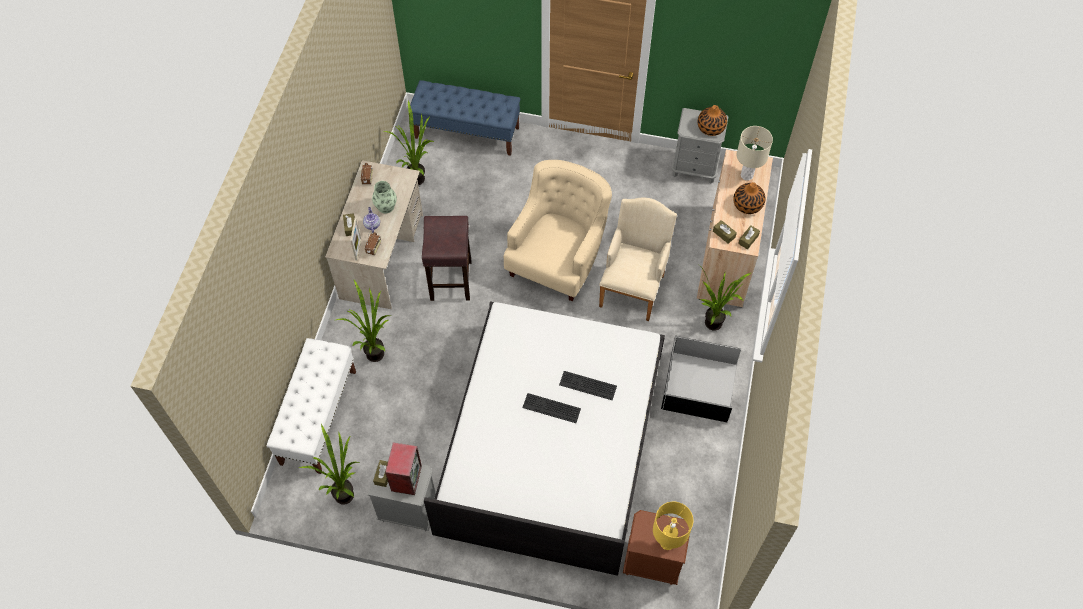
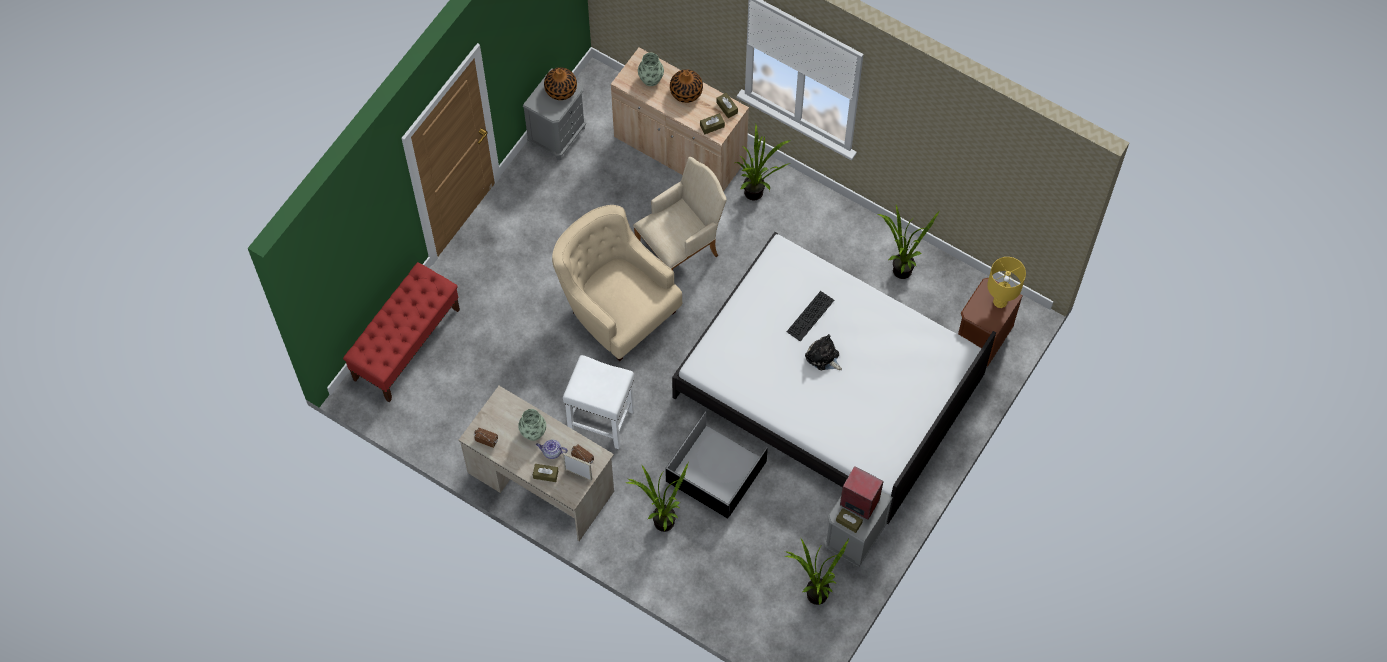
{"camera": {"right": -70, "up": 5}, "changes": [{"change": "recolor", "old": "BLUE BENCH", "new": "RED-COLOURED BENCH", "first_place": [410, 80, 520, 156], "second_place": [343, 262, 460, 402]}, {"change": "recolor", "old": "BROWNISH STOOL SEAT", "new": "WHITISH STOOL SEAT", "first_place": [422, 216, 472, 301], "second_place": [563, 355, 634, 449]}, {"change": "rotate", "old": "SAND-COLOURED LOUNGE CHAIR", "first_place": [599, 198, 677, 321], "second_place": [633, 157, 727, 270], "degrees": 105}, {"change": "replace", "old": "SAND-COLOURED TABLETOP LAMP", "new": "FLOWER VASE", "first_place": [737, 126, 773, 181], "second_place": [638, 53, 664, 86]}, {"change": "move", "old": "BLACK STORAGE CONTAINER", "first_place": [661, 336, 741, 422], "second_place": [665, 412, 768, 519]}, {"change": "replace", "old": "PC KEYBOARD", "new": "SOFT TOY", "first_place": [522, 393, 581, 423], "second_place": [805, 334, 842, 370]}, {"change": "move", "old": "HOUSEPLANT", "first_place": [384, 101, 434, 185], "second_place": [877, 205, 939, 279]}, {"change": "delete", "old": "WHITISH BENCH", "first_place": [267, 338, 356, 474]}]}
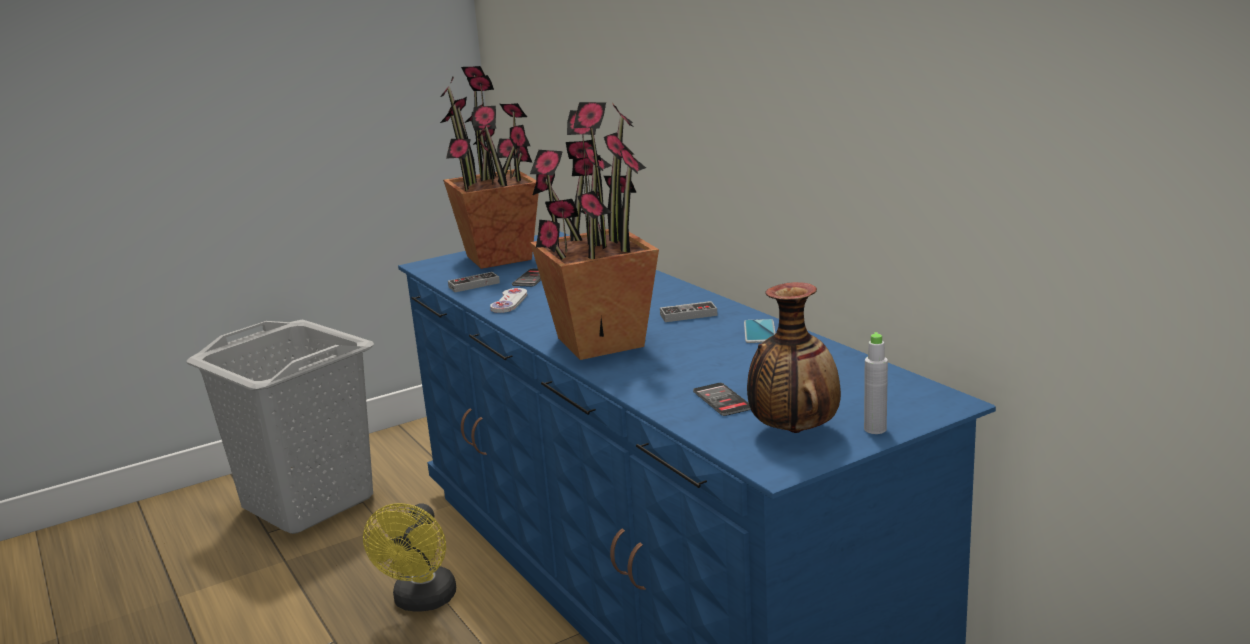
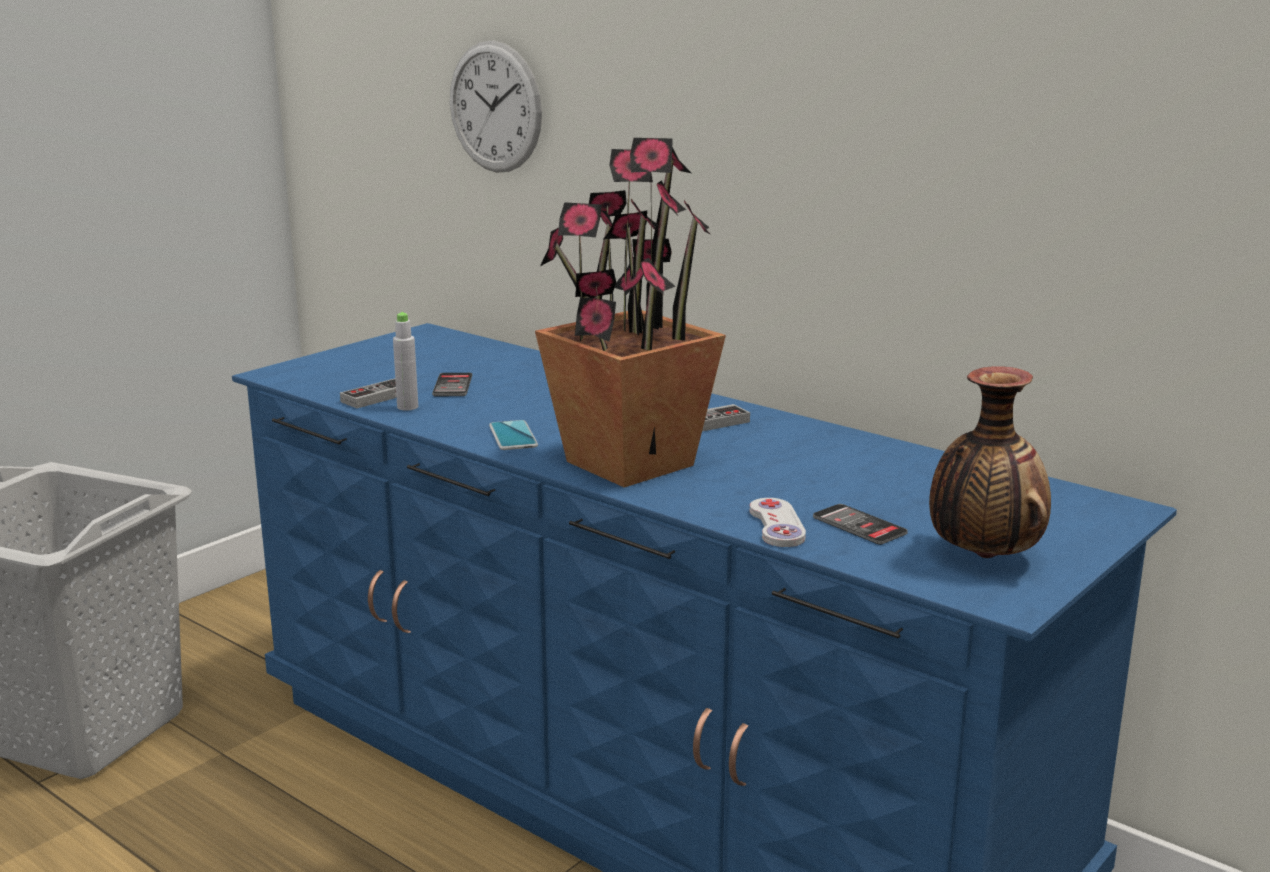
{"camera": {"right": -20, "up": 0}, "changes": [{"change": "move", "old": "GREY DRINK BOTTLE", "first_place": [864, 332, 888, 434], "second_place": [393, 312, 418, 411]}, {"change": "insert", "new": "CLOCK ON THE WALL", "second_place": [450, 40, 542, 173]}, {"change": "move", "old": "PHONE", "first_place": [744, 319, 776, 343], "second_place": [489, 420, 538, 450]}, {"change": "move", "old": "WHITISH GAMEPAD", "first_place": [490, 288, 527, 313], "second_place": [750, 498, 806, 547]}, {"change": "delete", "old": "YELLOW-COLOURED COOLING FAN", "first_place": [363, 503, 456, 612]}, {"change": "delete", "old": "HOUSEPLANT", "first_place": [440, 66, 539, 269]}]}
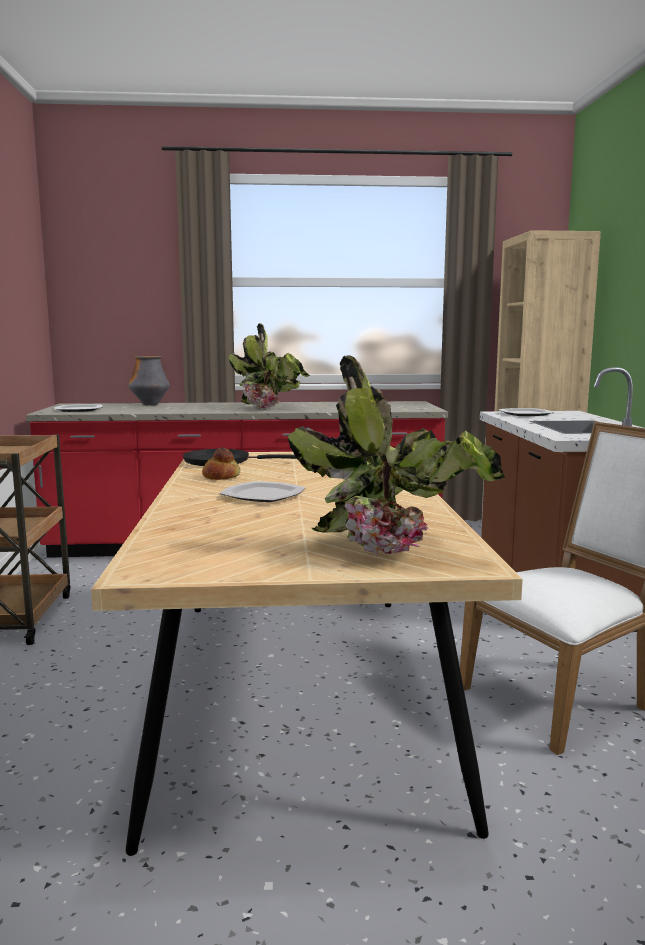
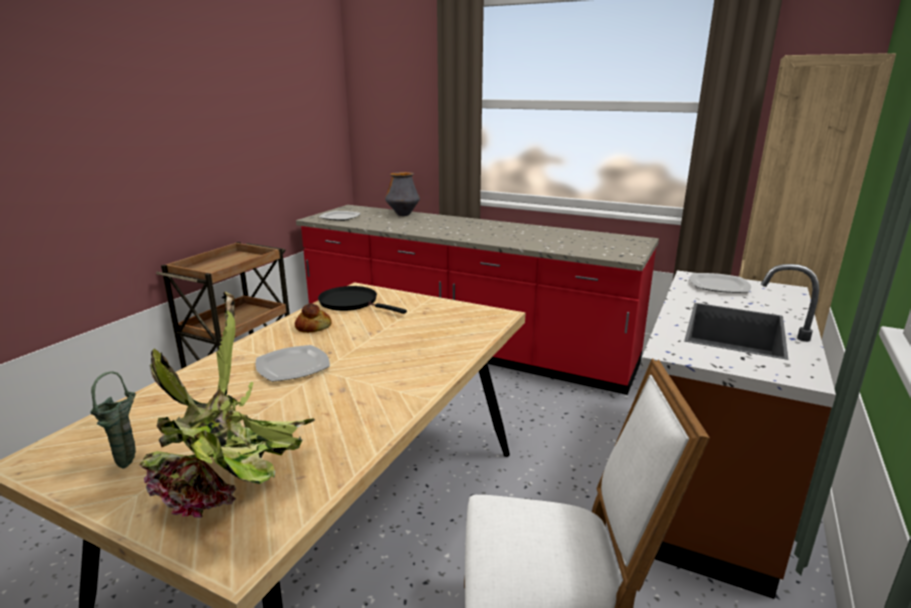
{"camera": {"right": 30, "up": 10}, "changes": [{"change": "insert", "new": "GREEN-COLOURED FLOWER VASE", "second_place": [90, 371, 136, 469]}, {"change": "delete", "old": "HOUSEPLANT", "first_place": [228, 323, 310, 409]}]}
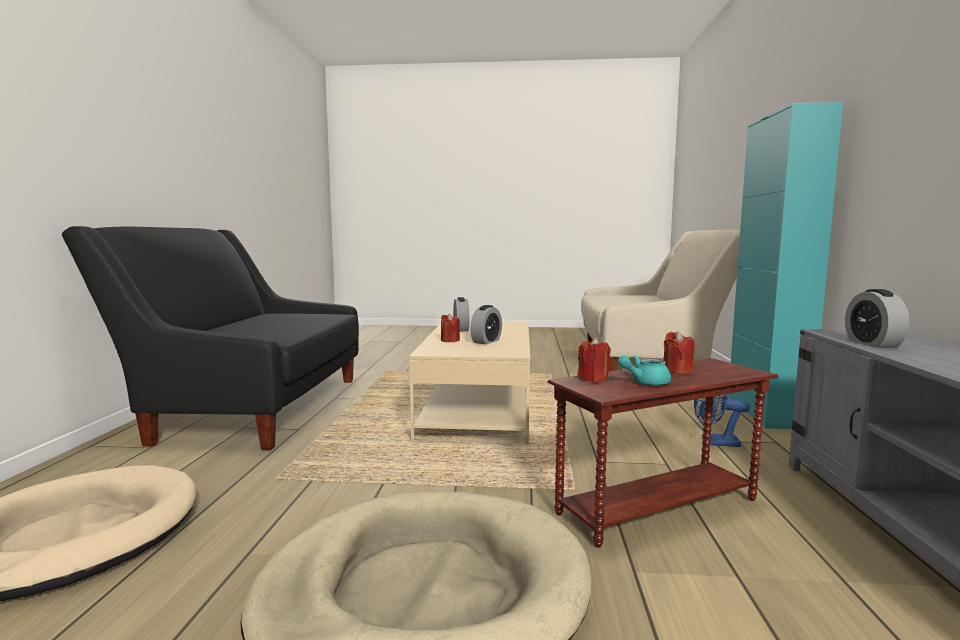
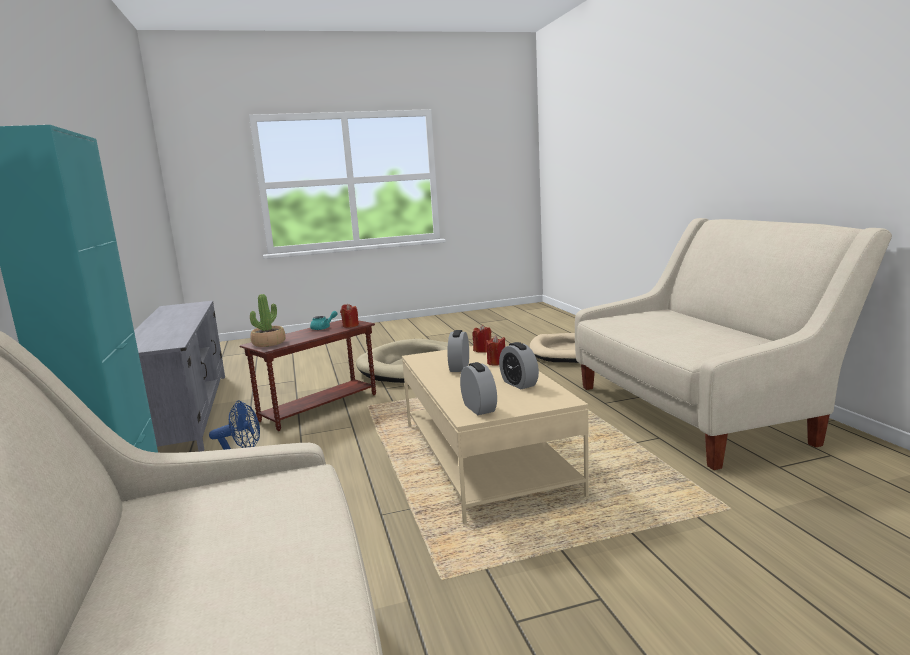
{"camera": {"right": 160, "up": 5}, "changes": [{"change": "insert", "new": "HOUSEPLANT", "second_place": [250, 294, 286, 347]}, {"change": "move", "old": "BEDSIDE CLOCK", "first_place": [845, 289, 909, 348], "second_place": [460, 362, 497, 415]}, {"change": "move", "old": "RED-COLOURED WAX LIGHT", "first_place": [664, 331, 695, 374], "second_place": [473, 325, 492, 353]}, {"change": "recolor", "old": "BLACK SOFA", "new": "SAND-COLOURED SOFA", "first_place": [62, 226, 359, 450], "second_place": [575, 218, 892, 470]}]}
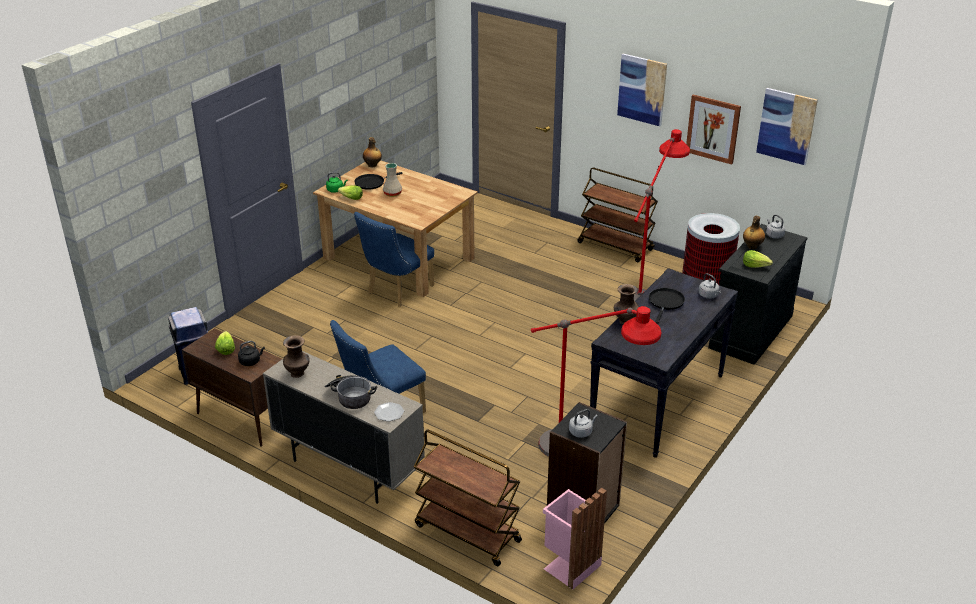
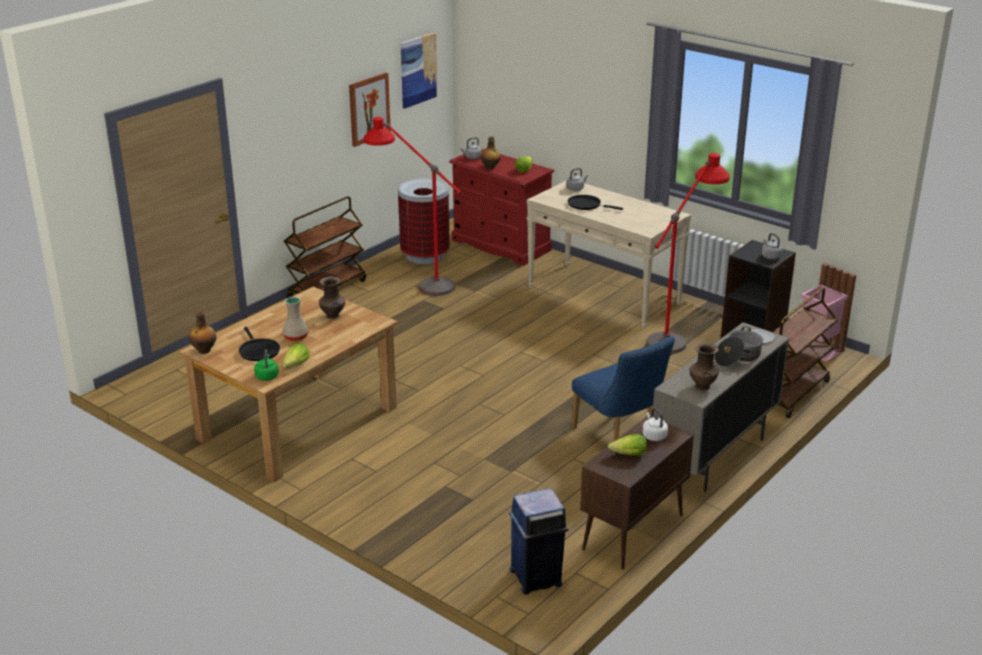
{"camera": {"right": -85, "up": -5}, "changes": [{"change": "move", "old": "BROWNISH FLOWER VASE", "first_place": [614, 284, 638, 324], "second_place": [319, 276, 345, 319]}, {"change": "recolor", "old": "BLACK DRESSER", "new": "RED-COLOURED DRESSER", "first_place": [708, 224, 808, 365], "second_place": [449, 149, 554, 266]}, {"change": "recolor", "old": "BLACK NARROW TABLE", "new": "SAND-COLOURED NARROW TABLE", "first_place": [590, 268, 738, 458], "second_place": [527, 180, 691, 329]}, {"change": "recolor", "old": "BLACK KETTLE", "new": "WHITISH KETTLE", "first_place": [238, 341, 265, 366], "second_place": [642, 408, 668, 441]}, {"change": "delete", "old": "BLUE UPRIGHT CHAIR", "first_place": [354, 212, 434, 307]}, {"change": "delete", "old": "WALL PICTURE", "first_place": [617, 54, 667, 126]}]}
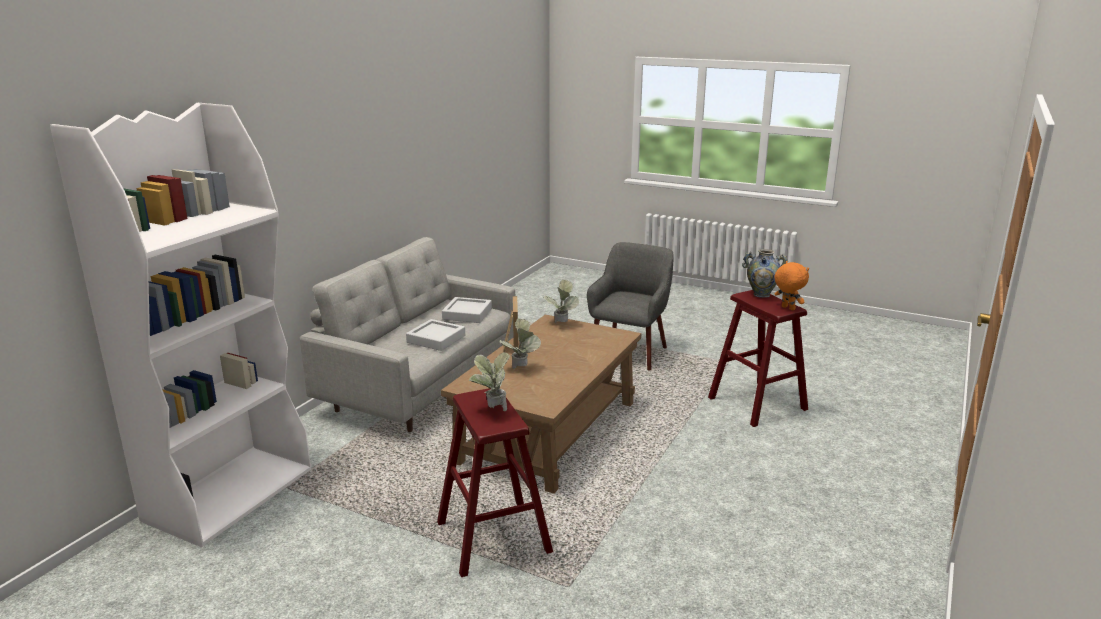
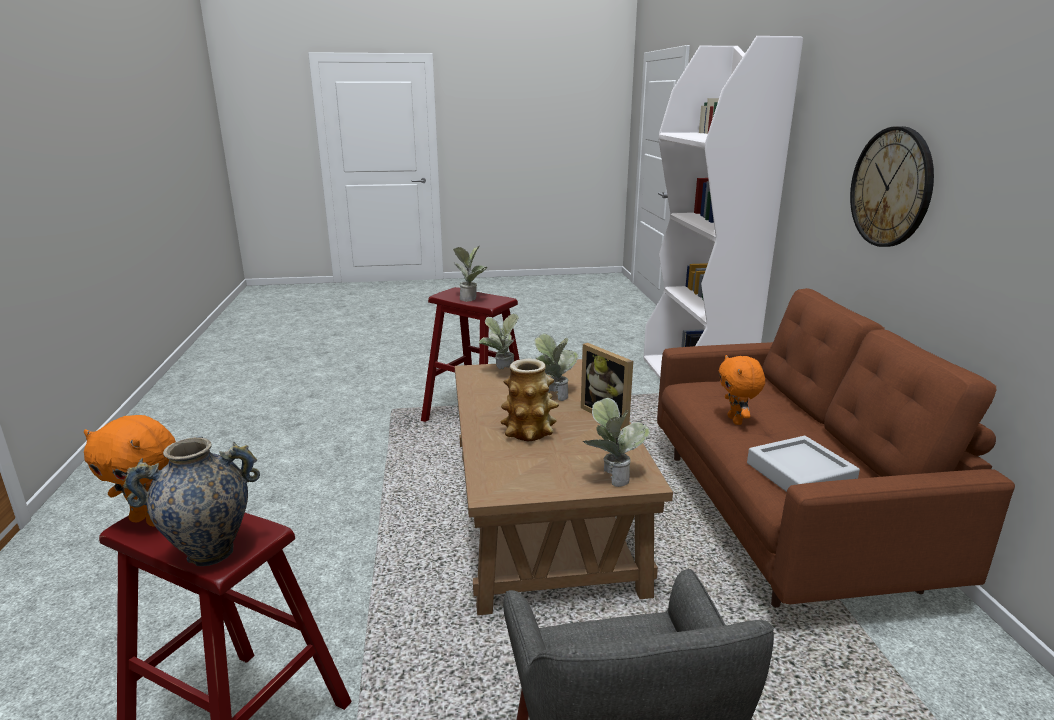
{"camera": {"right": 145, "up": 0}, "changes": [{"change": "insert", "new": "HOUSEPLANT", "second_place": [479, 314, 519, 370]}, {"change": "insert", "new": "FLOWER VASE", "second_place": [501, 359, 559, 441]}, {"change": "recolor", "old": "GREY SOFA", "new": "BROWNISH SOFA", "first_place": [300, 237, 515, 432], "second_place": [657, 288, 1015, 608]}, {"change": "replace", "old": "GREY CARRYING TRAY", "new": "ORANGE-COLOURED SOFT TOY", "first_place": [406, 319, 465, 351], "second_place": [719, 355, 765, 425]}, {"change": "insert", "new": "CLOCK ON THE WALL", "second_place": [850, 126, 934, 247]}]}
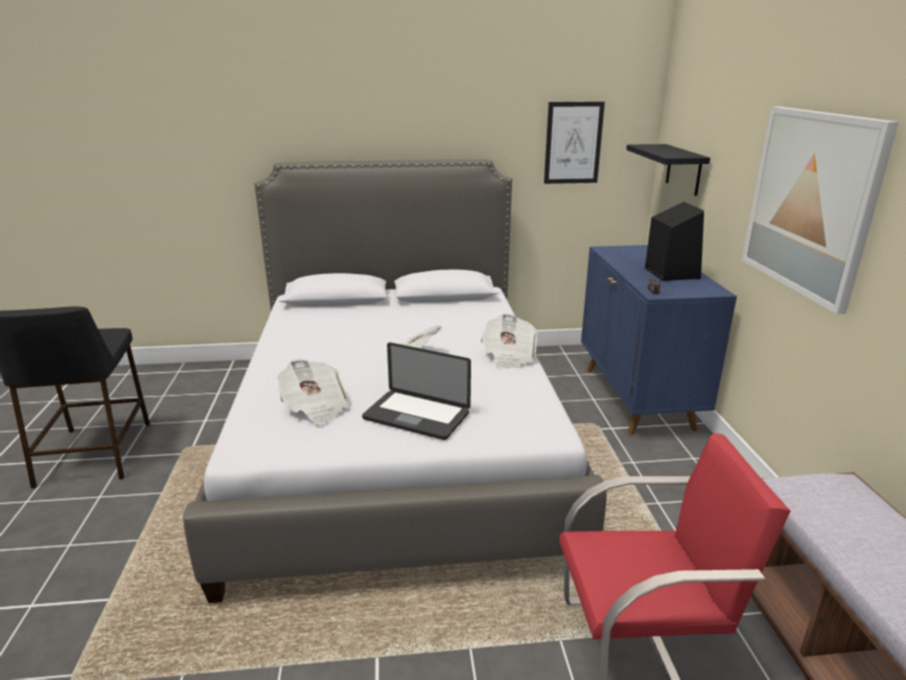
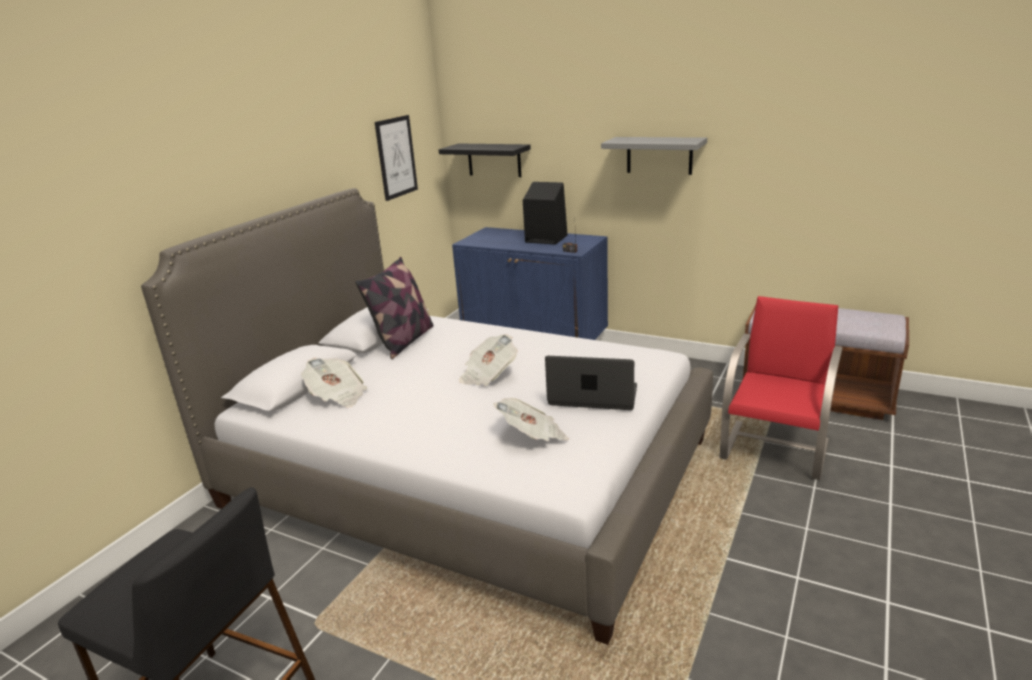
{"camera": {"right": -55, "up": 0}, "changes": [{"change": "move", "old": "NEWSPAPER", "first_place": [481, 314, 538, 369], "second_place": [301, 358, 367, 408]}, {"change": "insert", "new": "PILLOW", "second_place": [355, 257, 433, 359]}, {"change": "rotate", "old": "LAPTOP", "first_place": [362, 342, 471, 440], "second_place": [545, 356, 637, 410], "degrees": -135}, {"change": "replace", "old": "WALL PICTURE", "new": "GREY WALL SHELF", "first_place": [742, 107, 899, 314], "second_place": [601, 137, 707, 175]}]}
